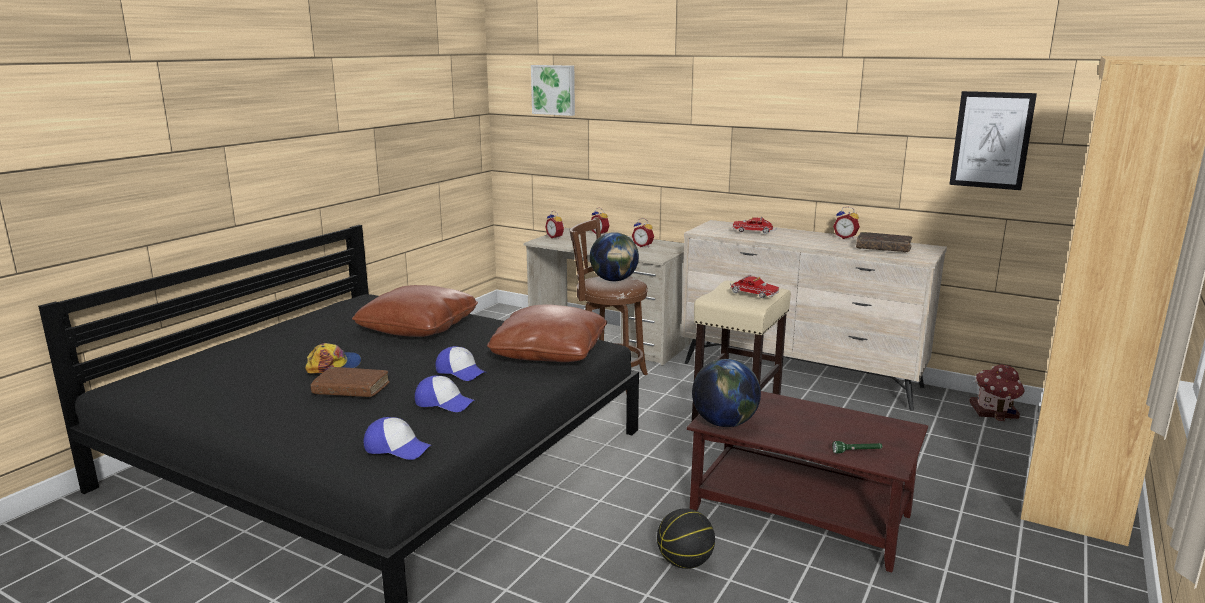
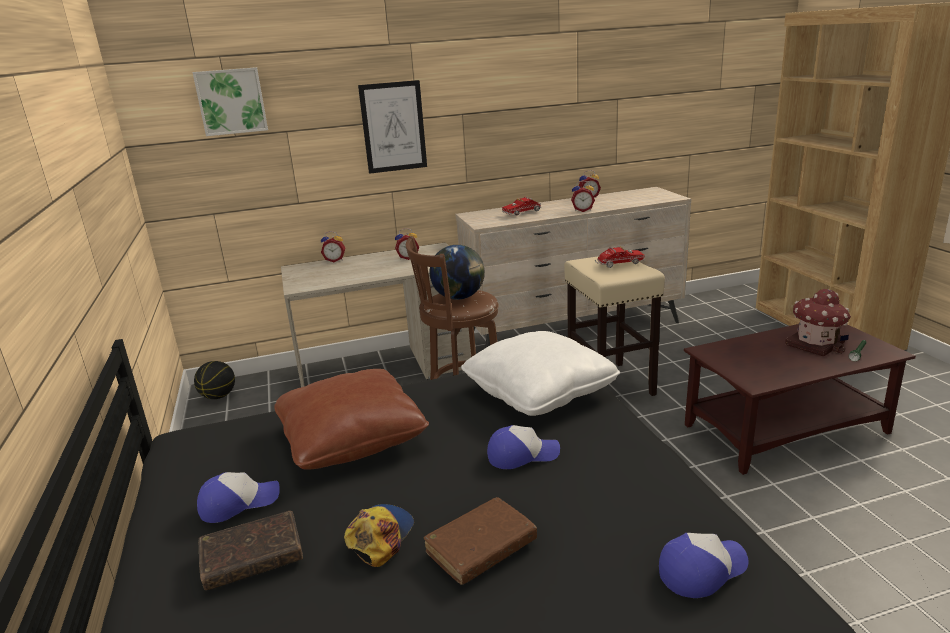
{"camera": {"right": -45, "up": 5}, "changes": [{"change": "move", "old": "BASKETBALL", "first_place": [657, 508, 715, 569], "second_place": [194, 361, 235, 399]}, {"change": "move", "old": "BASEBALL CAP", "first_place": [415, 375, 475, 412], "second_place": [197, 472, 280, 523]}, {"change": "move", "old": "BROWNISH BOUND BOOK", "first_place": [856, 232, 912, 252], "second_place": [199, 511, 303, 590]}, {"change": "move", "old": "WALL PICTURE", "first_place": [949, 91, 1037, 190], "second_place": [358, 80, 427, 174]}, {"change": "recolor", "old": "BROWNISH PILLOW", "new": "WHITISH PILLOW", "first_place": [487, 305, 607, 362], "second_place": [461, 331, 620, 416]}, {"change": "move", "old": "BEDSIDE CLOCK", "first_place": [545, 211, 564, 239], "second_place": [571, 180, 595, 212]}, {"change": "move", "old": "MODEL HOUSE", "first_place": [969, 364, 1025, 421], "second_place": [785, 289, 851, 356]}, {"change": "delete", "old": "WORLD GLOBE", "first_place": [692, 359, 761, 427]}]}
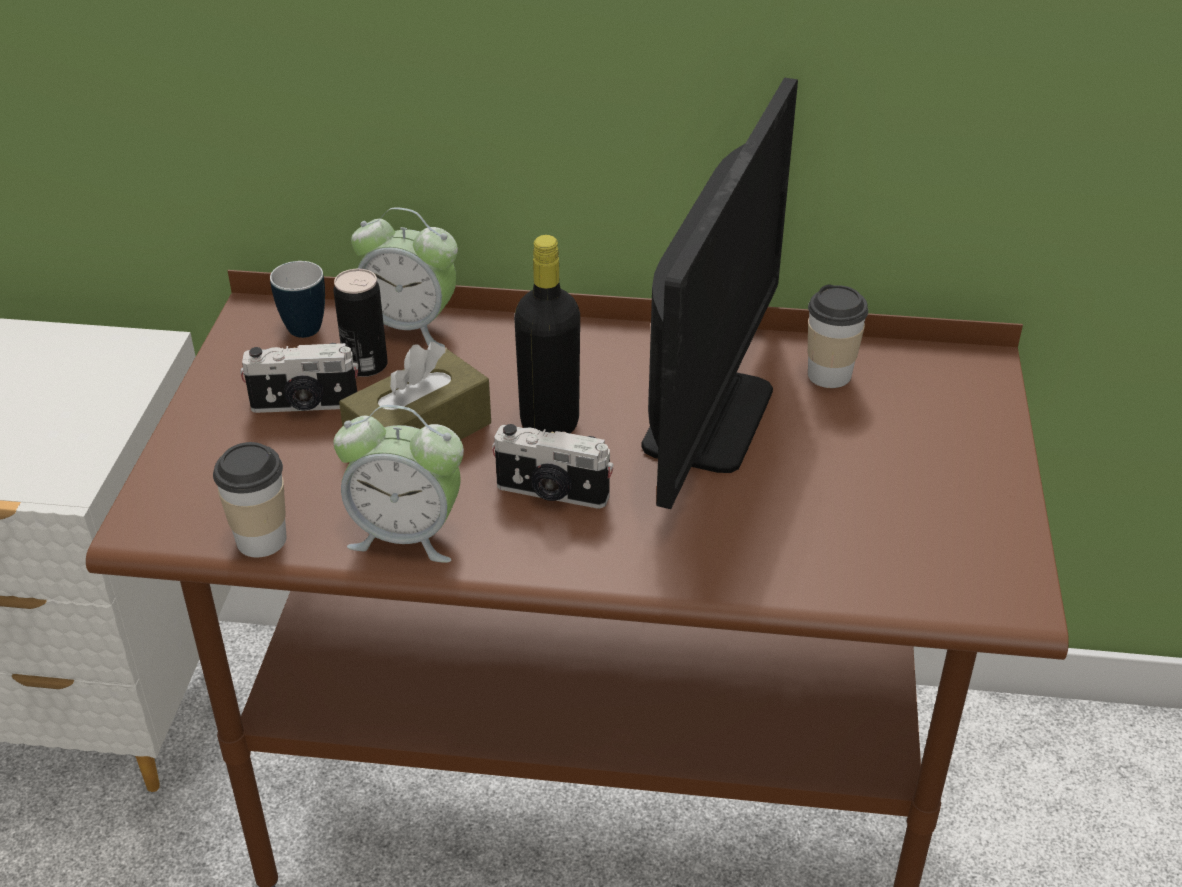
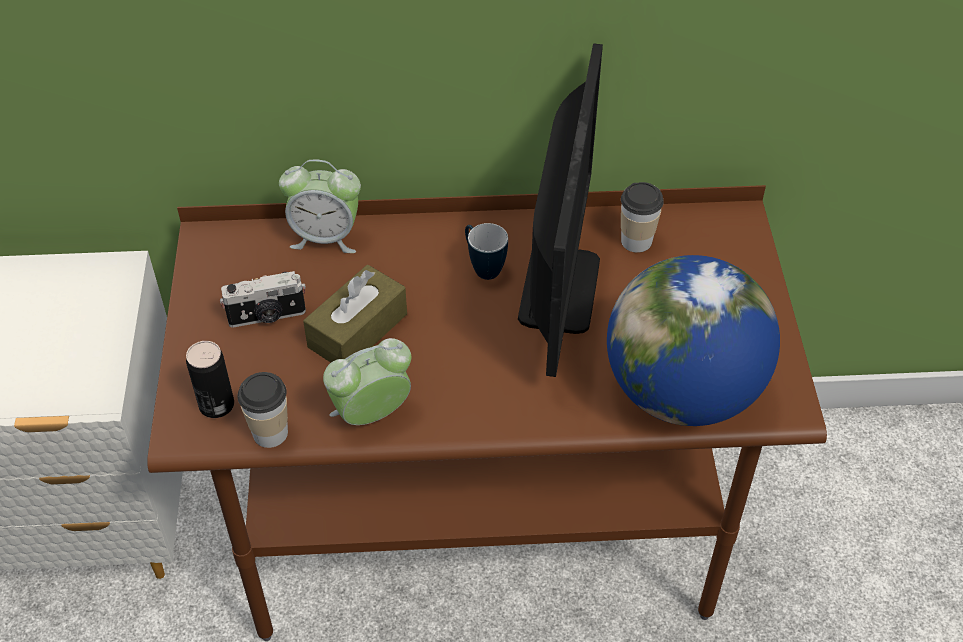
{"camera": {"right": -10, "up": 10}, "changes": [{"change": "move", "old": "SEALED CAN", "first_place": [333, 269, 388, 377], "second_place": [186, 341, 234, 418]}, {"change": "rotate", "old": "BEDSIDE CLOCK", "first_place": [334, 405, 464, 563], "second_place": [323, 338, 411, 425], "degrees": 150}, {"change": "move", "old": "COFFEE MUG", "first_place": [270, 261, 325, 338], "second_place": [465, 223, 508, 280]}, {"change": "insert", "new": "WORLD GLOBE", "second_place": [607, 255, 780, 426]}, {"change": "delete", "old": "PHOTO CAMERA", "first_place": [492, 424, 614, 509]}, {"change": "delete", "old": "BLACK DRINK BOTTLE", "first_place": [514, 235, 580, 434]}]}
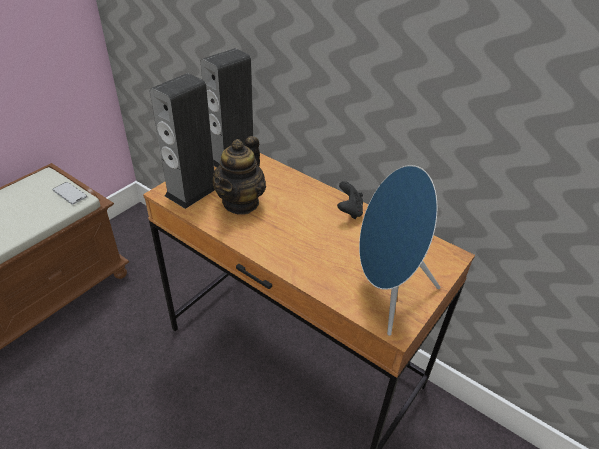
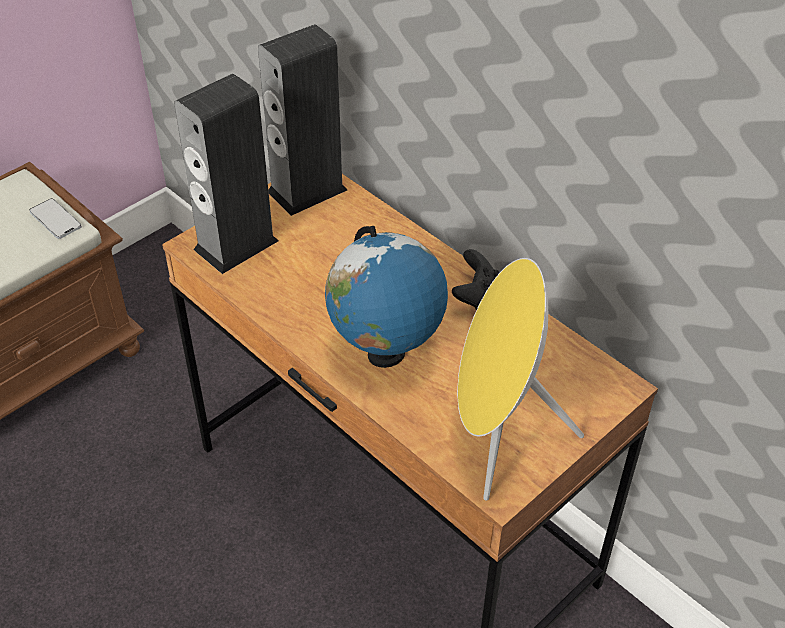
{"camera": {"right": 10, "up": 5}, "changes": [{"change": "insert", "new": "WORLD GLOBE", "second_place": [325, 226, 448, 368]}, {"change": "recolor", "old": "BLUE AUDIO SPEAKER", "new": "YELLOW-COLOURED AUDIO SPEAKER", "first_place": [359, 165, 440, 336], "second_place": [457, 258, 584, 501]}, {"change": "delete", "old": "POT FOR TEA", "first_place": [213, 136, 266, 215]}]}
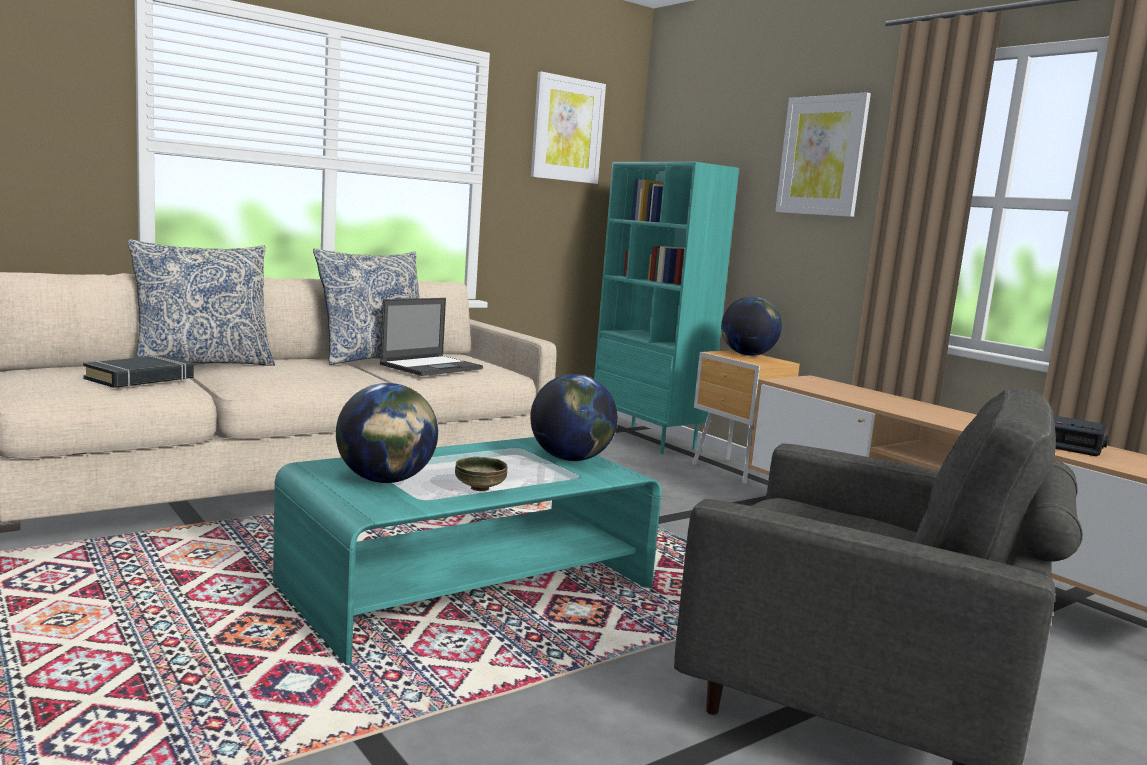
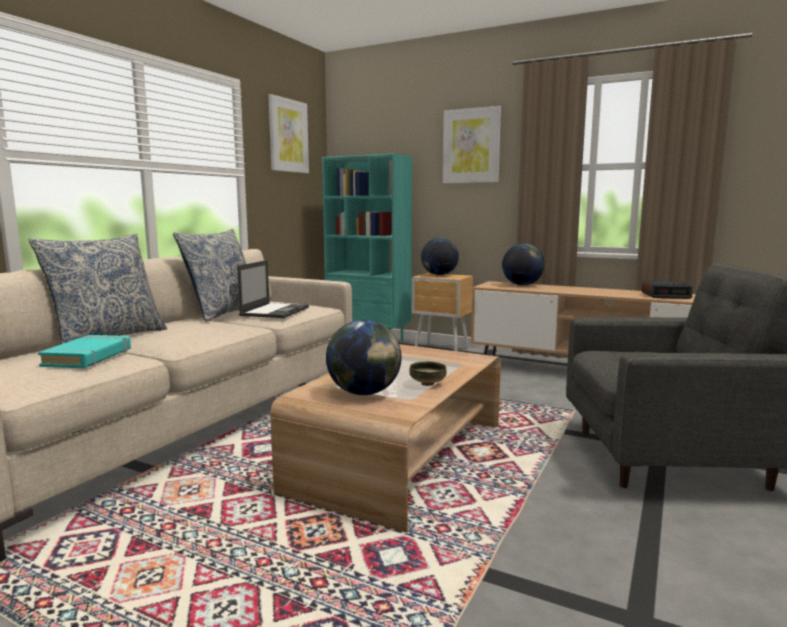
{"camera": {"right": -25, "up": 0}, "changes": [{"change": "recolor", "old": "BLACK BOUND BOOK", "new": "TURQUOISE-COLOURED BOUND BOOK", "first_place": [83, 355, 194, 388], "second_place": [38, 335, 131, 368]}, {"change": "recolor", "old": "TURQUOISE-COLOURED LOUNGE TABLE", "new": "BROWNISH LOUNGE TABLE", "first_place": [273, 437, 661, 665], "second_place": [270, 344, 501, 533]}, {"change": "move", "old": "WORLD GLOBE", "first_place": [530, 374, 618, 461], "second_place": [502, 244, 545, 285]}]}
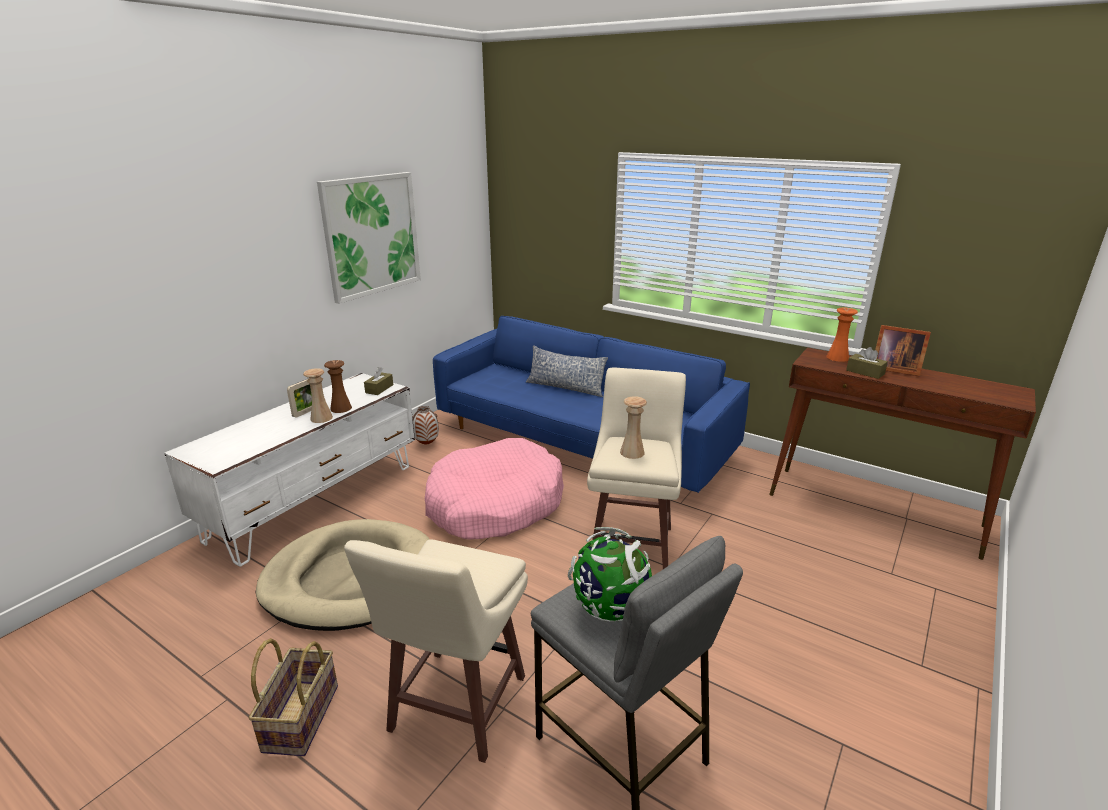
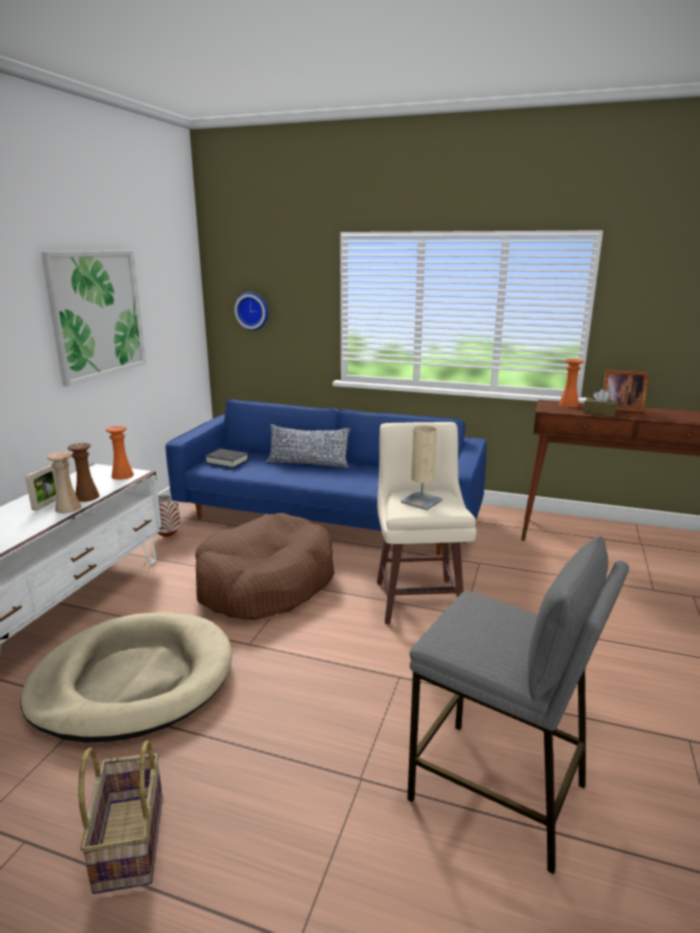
{"camera": {"right": -15, "up": -5}, "changes": [{"change": "replace", "old": "BROWNISH BOX OF TISSUES", "new": "ORANGE-COLOURED FLOWER VASE", "first_place": [364, 367, 393, 395], "second_place": [106, 426, 134, 480]}, {"change": "recolor", "old": "PINK-COLOURED DOG CUSHION", "new": "BROWNISH DOG CUSHION", "first_place": [425, 438, 564, 540], "second_place": [195, 513, 334, 620]}, {"change": "insert", "new": "BLACK BOUND BOOK", "second_place": [205, 449, 249, 468]}, {"change": "insert", "new": "CLOCK ON THE WALL", "second_place": [234, 292, 268, 331]}, {"change": "replace", "old": "SAND-COLOURED FLOWER VASE", "new": "SAND-COLOURED TABLETOP LAMP", "first_place": [620, 396, 647, 459], "second_place": [401, 426, 443, 510]}, {"change": "delete", "old": "SAND-COLOURED STOOL SEAT", "first_place": [344, 539, 528, 763]}, {"change": "delete", "old": "WORLD GLOBE", "first_place": [568, 527, 652, 622]}]}
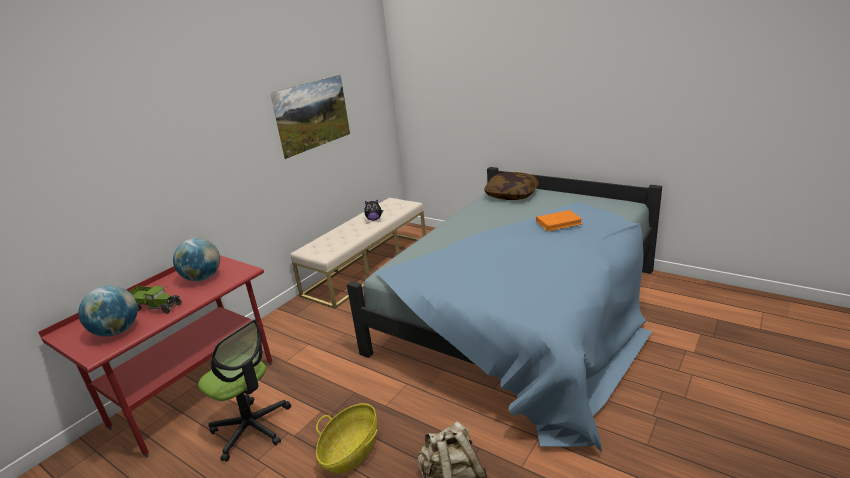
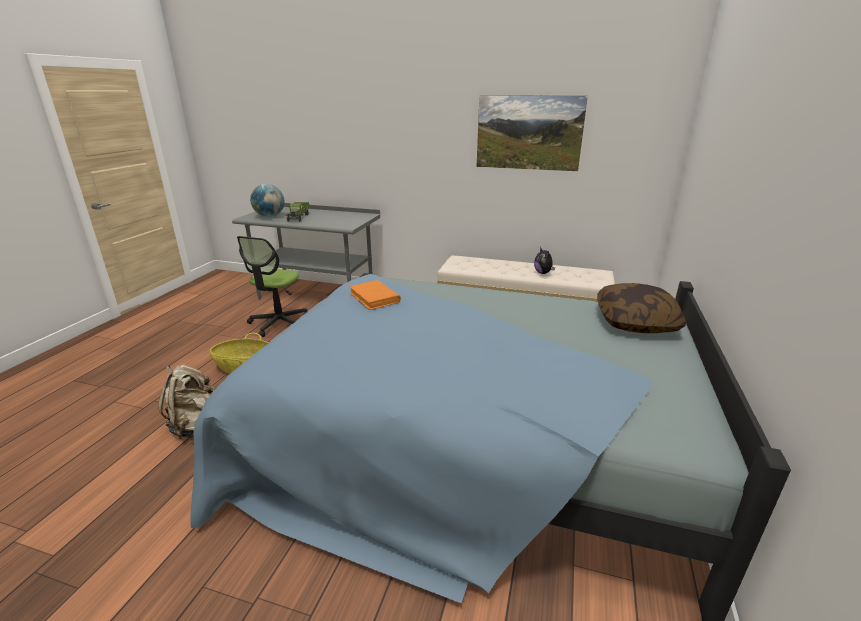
{"camera": {"right": 70, "up": 0}, "changes": [{"change": "recolor", "old": "RED-COLOURED DESK UNIT", "new": "GREY DESK UNIT", "first_place": [38, 255, 272, 458], "second_place": [232, 203, 380, 299]}, {"change": "move", "old": "ORANGE-COLOURED BOUND BOOK", "first_place": [536, 210, 583, 231], "second_place": [349, 280, 401, 310]}, {"change": "delete", "old": "WORLD GLOBE", "first_place": [173, 238, 220, 281]}]}
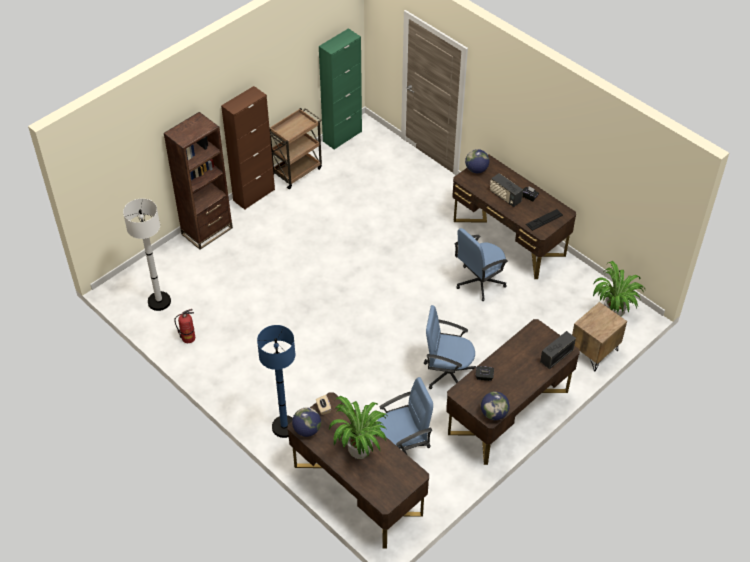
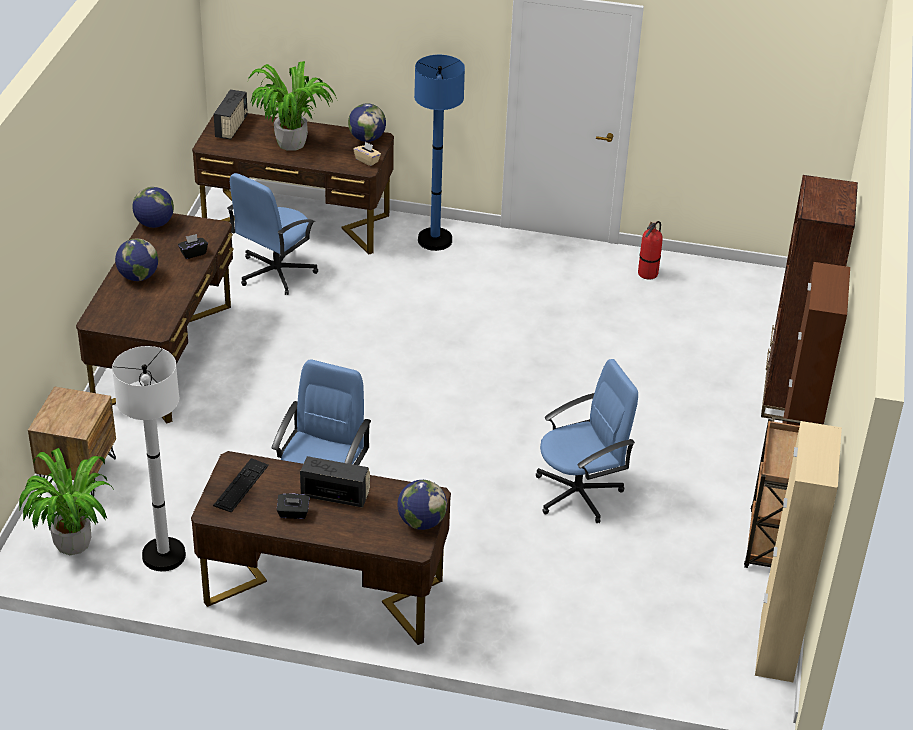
{"camera": {"right": 145, "up": -10}, "changes": [{"change": "move", "old": "WHITISH FLOOR LAMP", "first_place": [123, 198, 171, 311], "second_place": [112, 346, 186, 571]}, {"change": "insert", "new": "WORLD GLOBE", "second_place": [115, 239, 158, 281]}, {"change": "move", "old": "RADIO RECEIVER", "first_place": [540, 331, 576, 369], "second_place": [214, 89, 248, 140]}, {"change": "move", "old": "BLUE DESK CHAIR", "first_place": [424, 305, 476, 389], "second_place": [536, 359, 638, 523]}, {"change": "recolor", "old": "GREEN-COLOURED CUPBOARD", "new": "SAND-COLOURED CUPBOARD", "first_place": [319, 28, 362, 150], "second_place": [755, 421, 842, 682]}]}
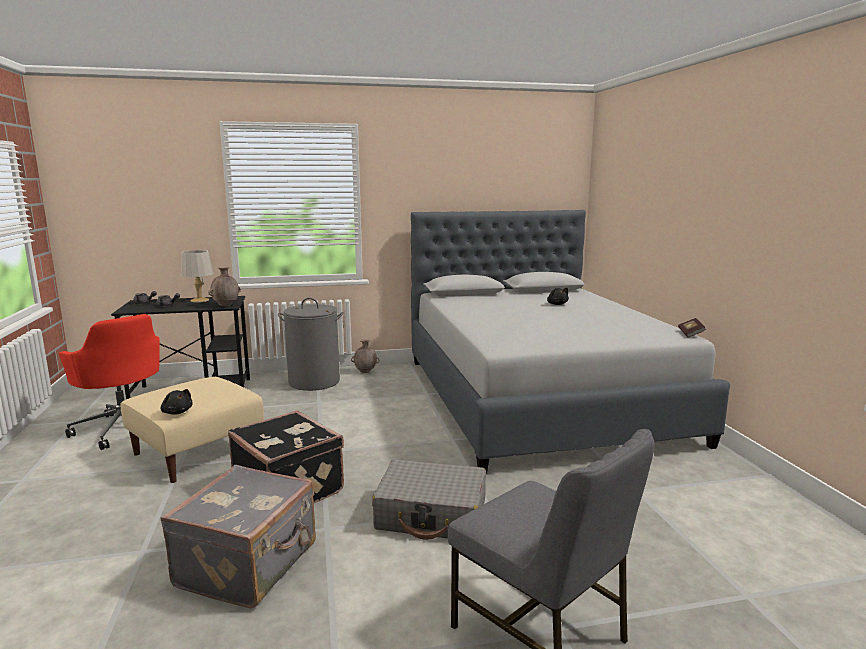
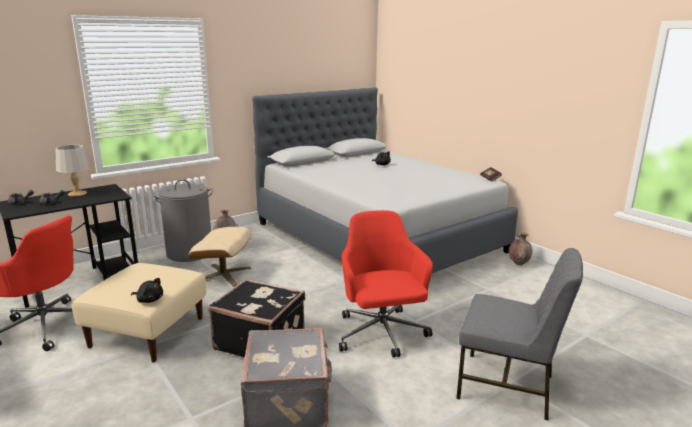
{"camera": {"right": -25, "up": 5}, "changes": [{"change": "insert", "new": "SAND-COLOURED FOOTREST", "second_place": [189, 227, 251, 287]}, {"change": "replace", "old": "GREY PIECE OF LUGGAGE", "new": "RED-COLOURED DESK CHAIR", "first_place": [372, 459, 486, 540], "second_place": [339, 210, 433, 358]}, {"change": "move", "old": "BROWNISH FLOWER VASE", "first_place": [208, 267, 241, 306], "second_place": [509, 232, 533, 265]}]}
